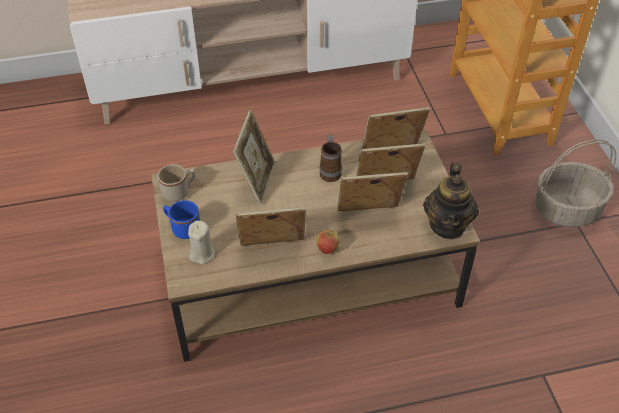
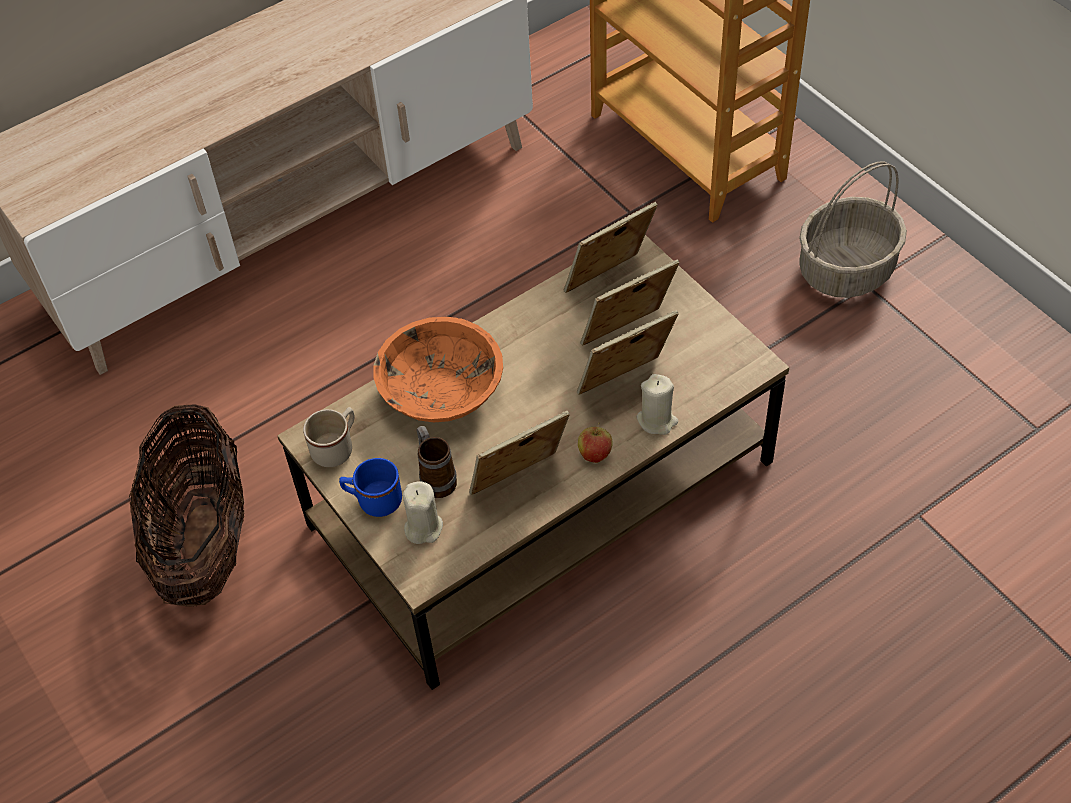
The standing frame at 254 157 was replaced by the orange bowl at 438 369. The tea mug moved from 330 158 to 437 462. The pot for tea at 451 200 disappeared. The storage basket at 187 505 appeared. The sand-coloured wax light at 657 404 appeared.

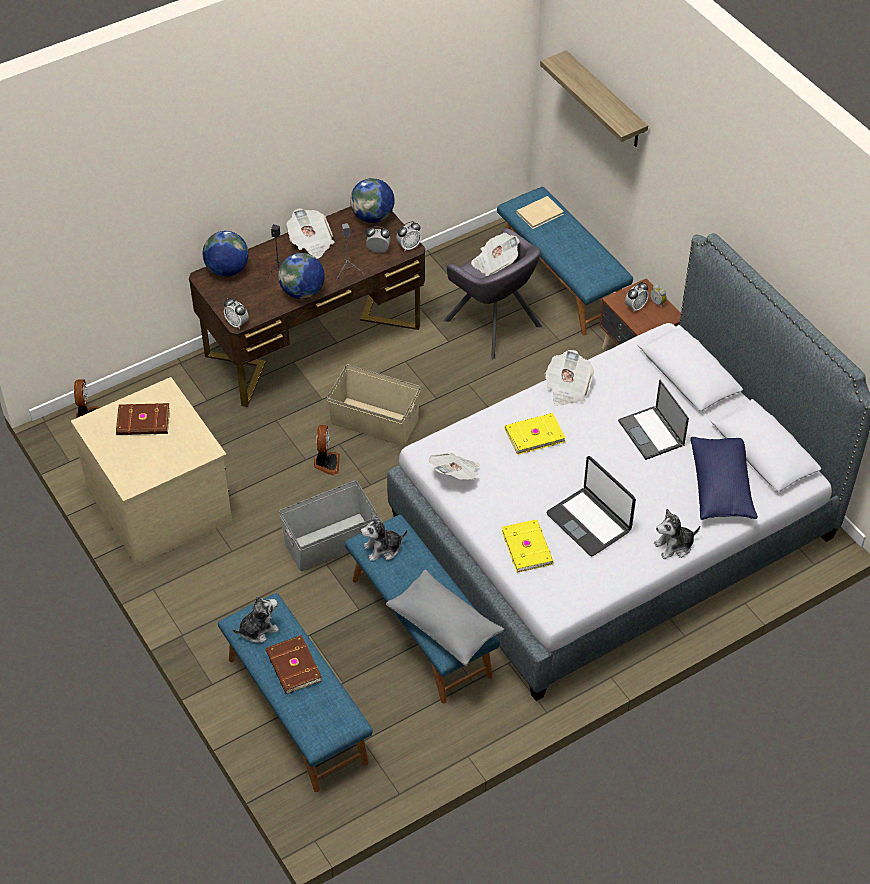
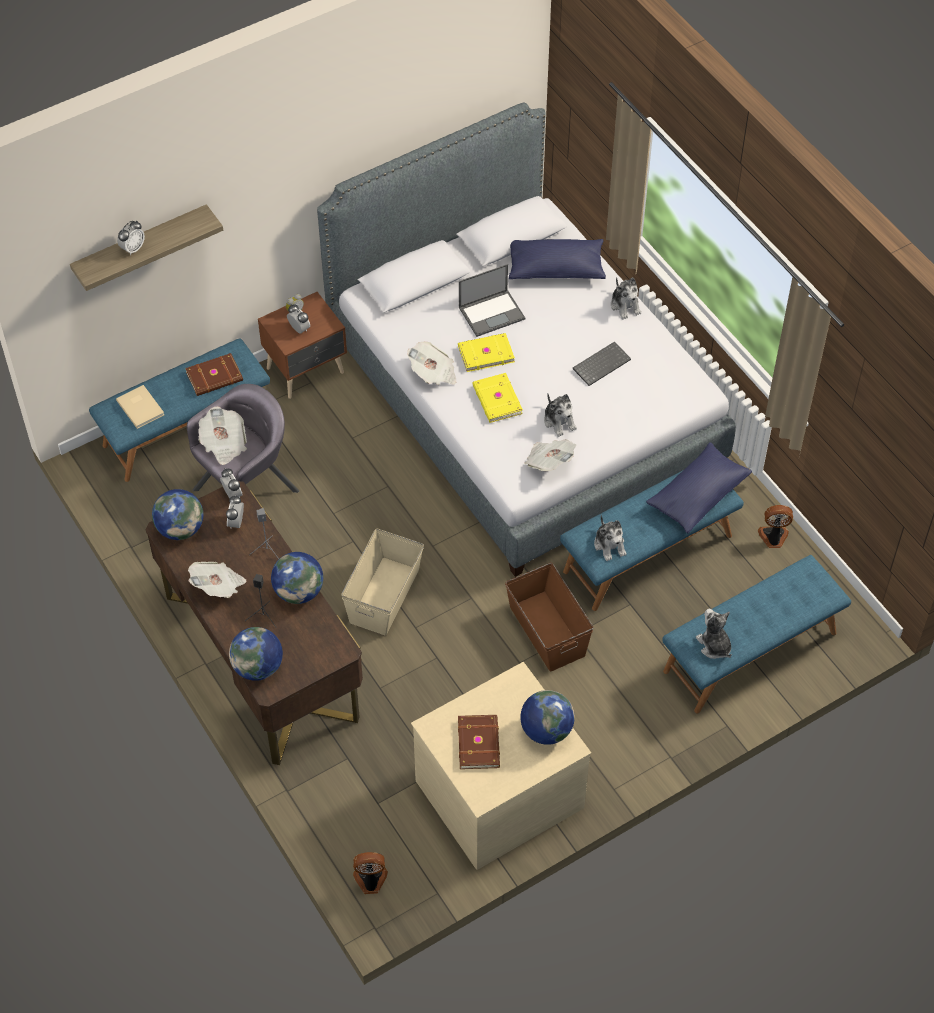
The table clock moved from 236 313 to 131 238. The brown-coloured volume moved from 294 664 to 214 374. The grey storage container at 329 525 became the brown-coloured storage container at 549 617. The fan moved from 327 450 to 775 526. The grey cushion at 445 617 became the bluish cushion at 699 487. The yellow volume moved from 528 546 to 486 352. The notebook computer at 591 506 was replaced by the computer keyboard at 601 363. The globe at 547 717 appeared. The cuddly toy at 560 415 appeared.

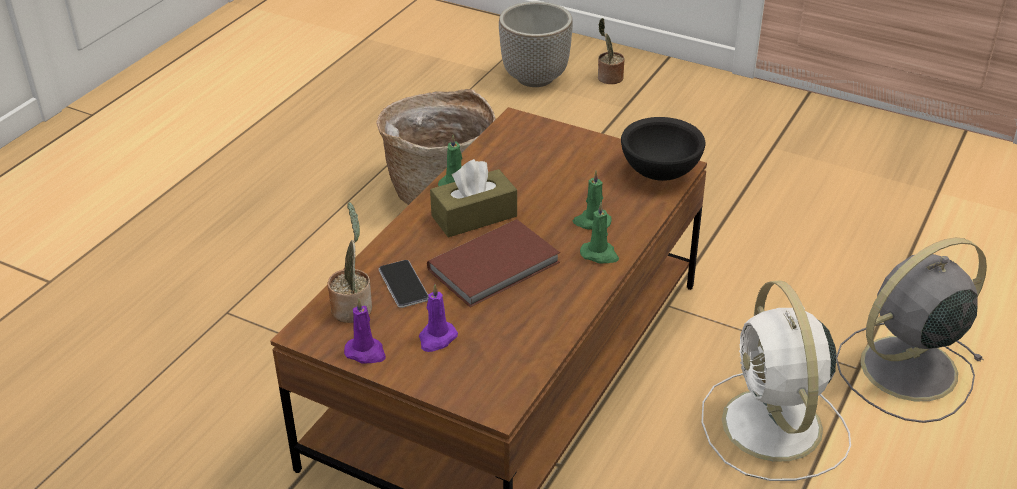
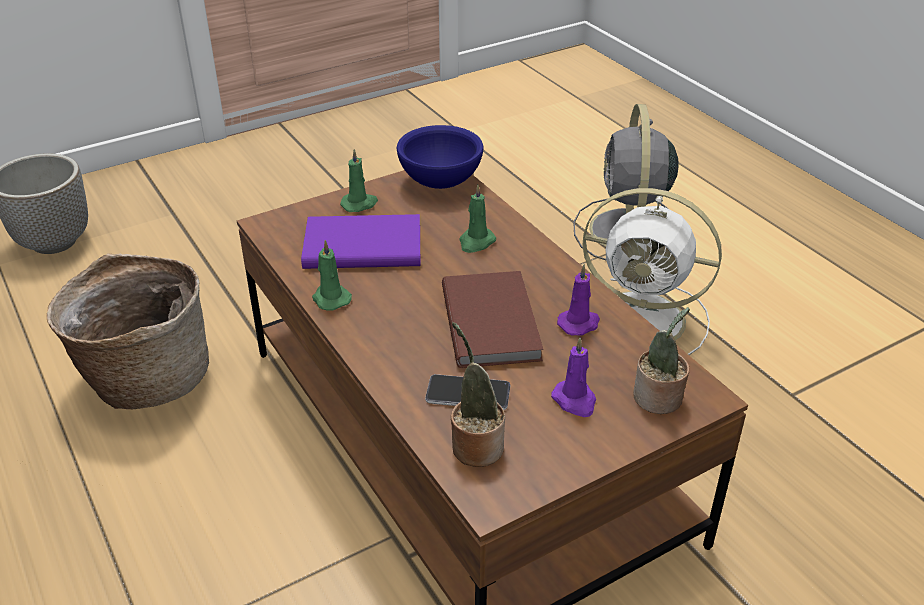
The purple-coloured wax light moved from 365 331 to 578 299. The brown-coloured tissue box at 473 198 disappeared. The green-coloured wax light moved from 599 233 to 359 180. The potted plant moved from 611 51 to 661 360. The blackish bowl at 663 149 became the bluish bowl at 440 157. The purple-coloured volume at 360 241 appeared.

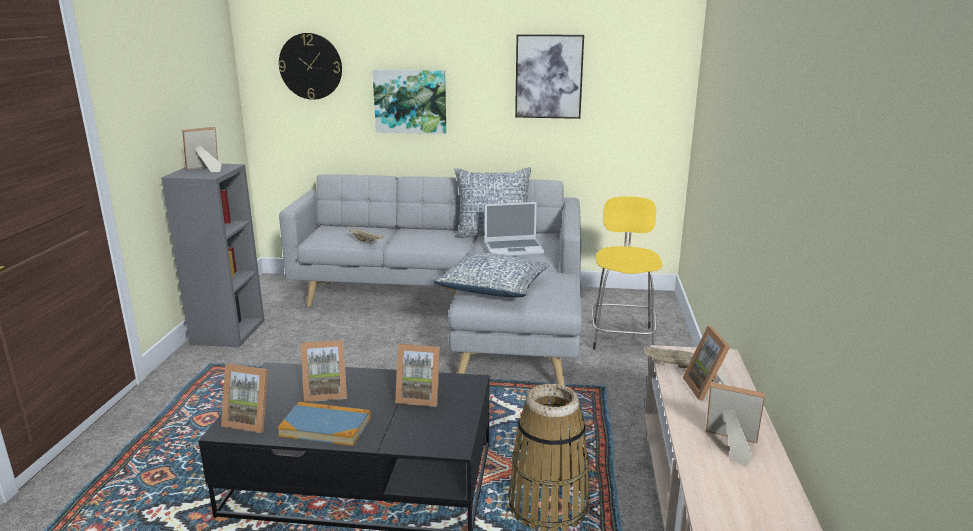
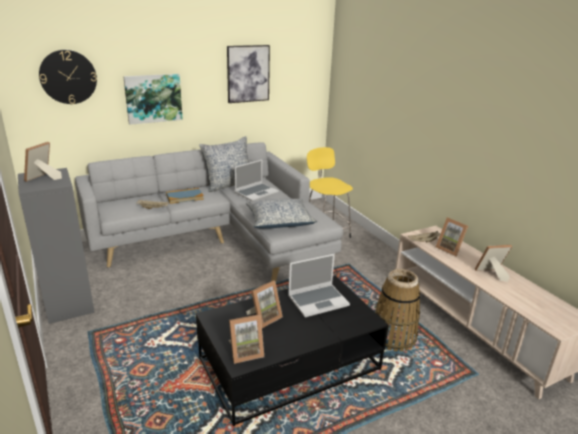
The volume moved from 324 424 to 185 196. The standing frame at 417 375 was replaced by the notebook computer at 319 285.

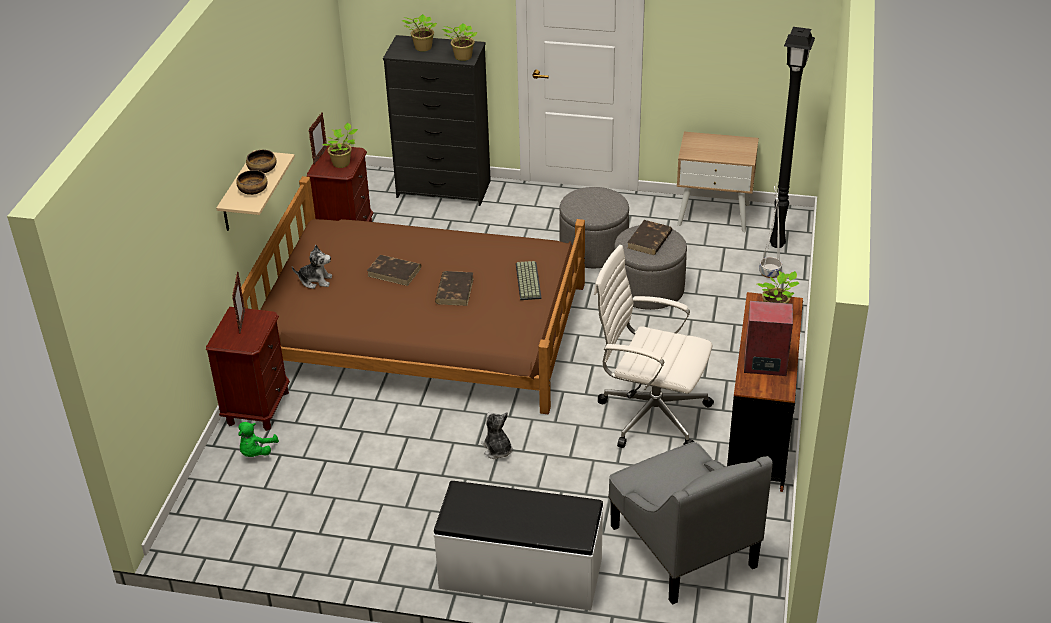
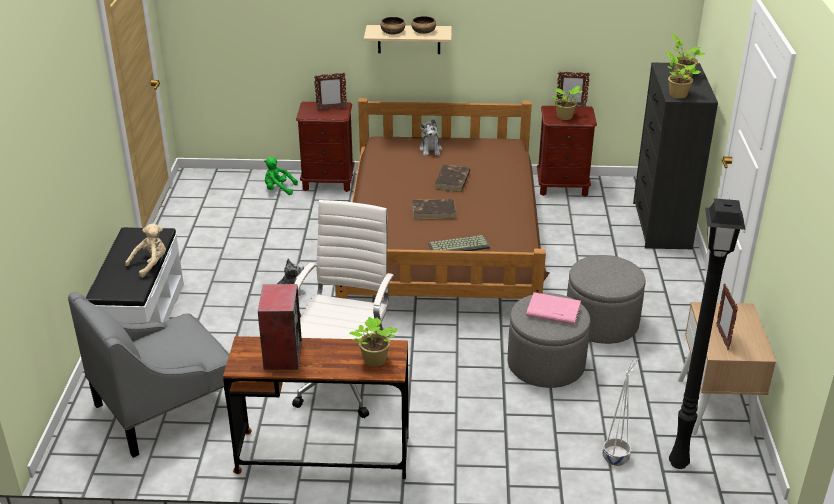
The brown-coloured volume at 649 237 became the pink-coloured volume at 553 308. The sand-coloured cuddly toy at 145 250 appeared. The standing frame at 727 317 appeared.

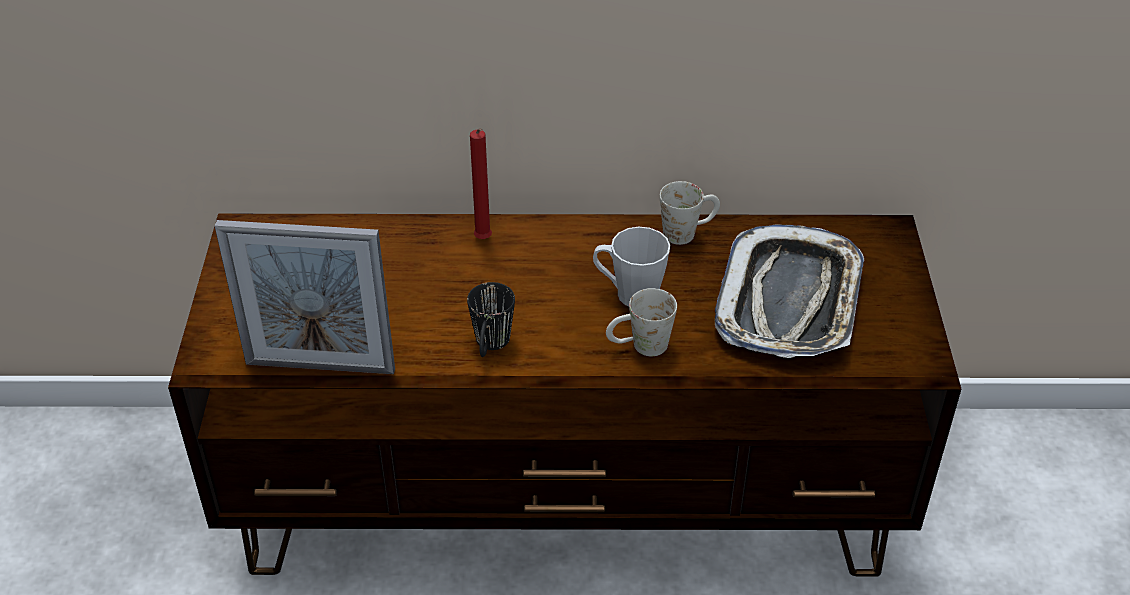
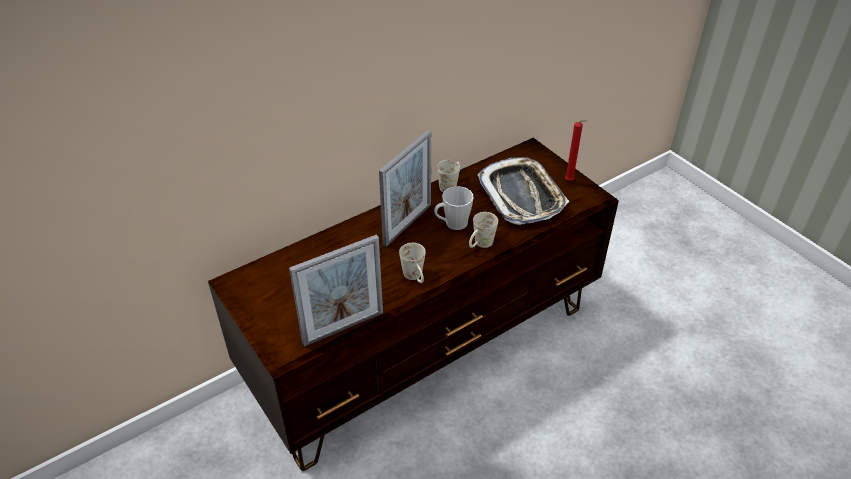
The blackish tea mug at 491 319 became the whitish tea mug at 412 263. The red wax light moved from 481 183 to 576 150. The standing frame at 405 188 appeared.

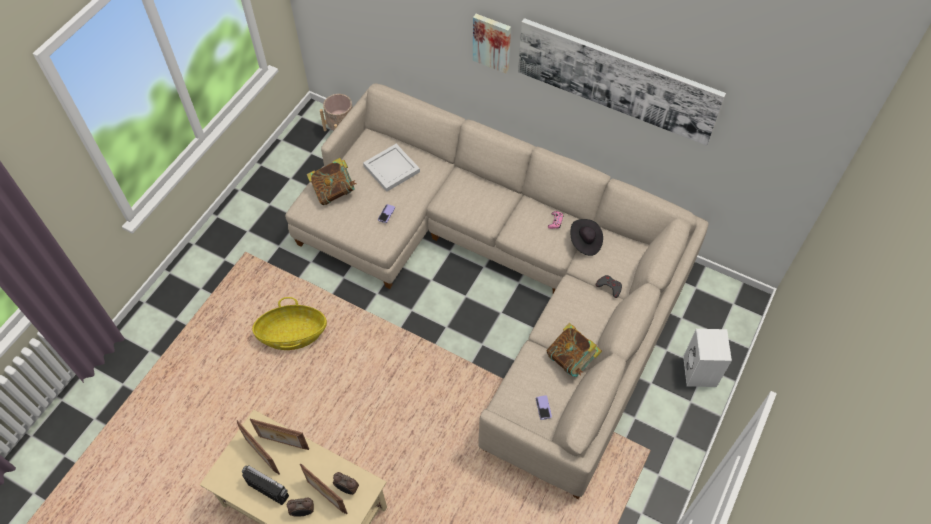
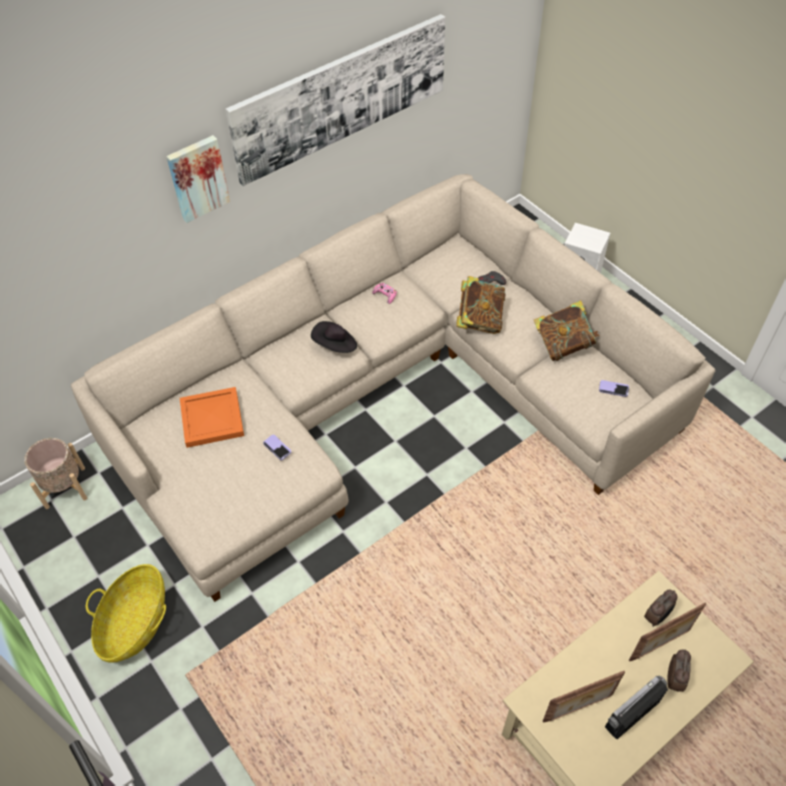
The standing frame at 279 434 disappeared. The storage basket moved from 289 323 to 126 613. The volume moved from 331 181 to 480 305. The whitish serving tray at 391 168 became the orange serving tray at 212 417. The blackish hat moved from 587 237 to 334 337.

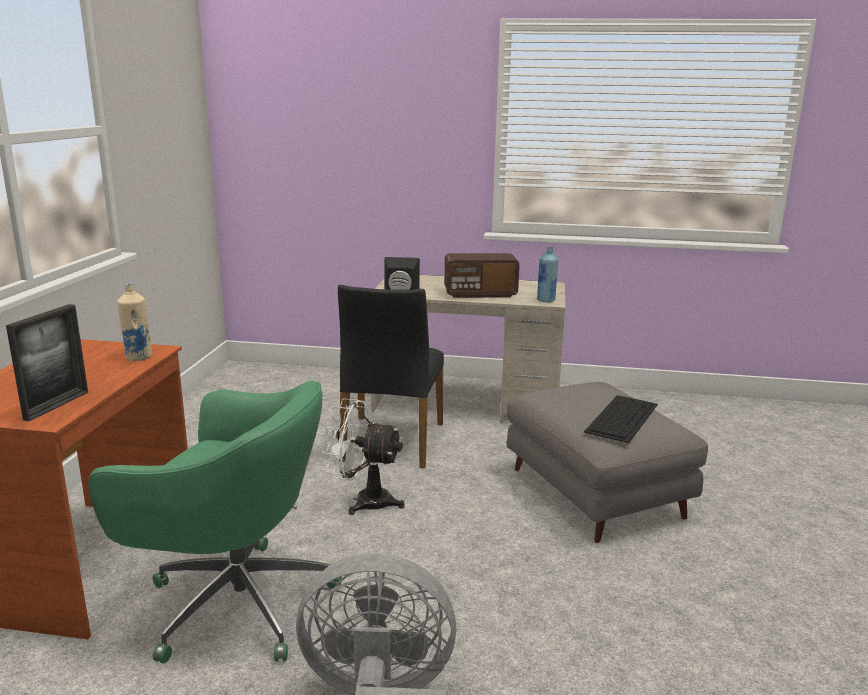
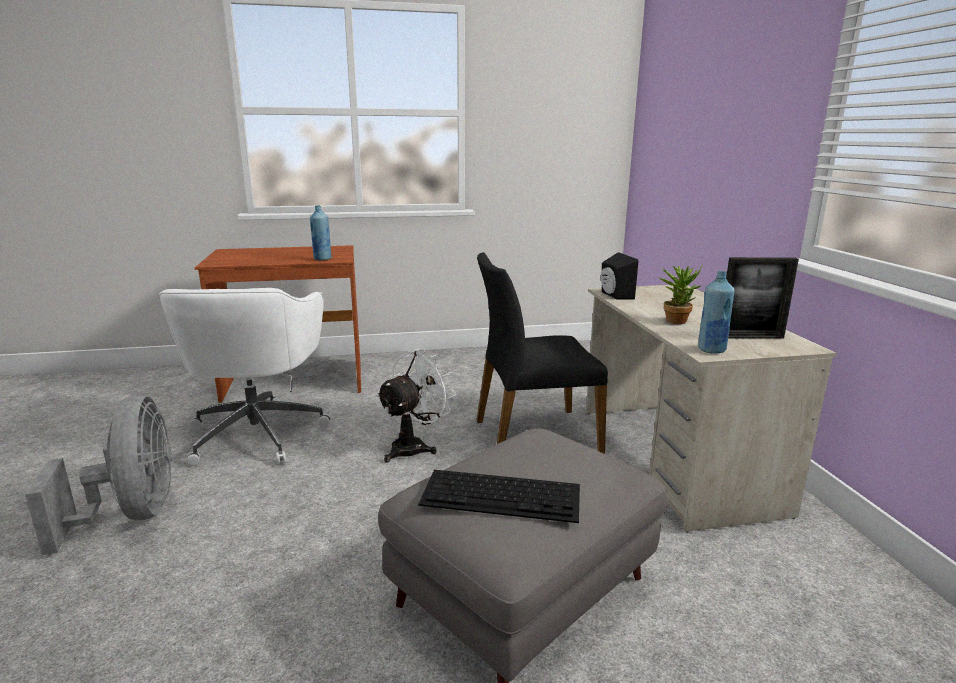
The standing frame moved from 47 362 to 762 298. The green-coloured computer chair at 215 522 became the whitish computer chair at 245 377. The sand-coloured beverage bottle at 134 322 became the bluish beverage bottle at 321 233. The whitish fan at 364 456 turned 45 degrees clockwise. The radio at 482 275 was replaced by the potted plant at 681 294.

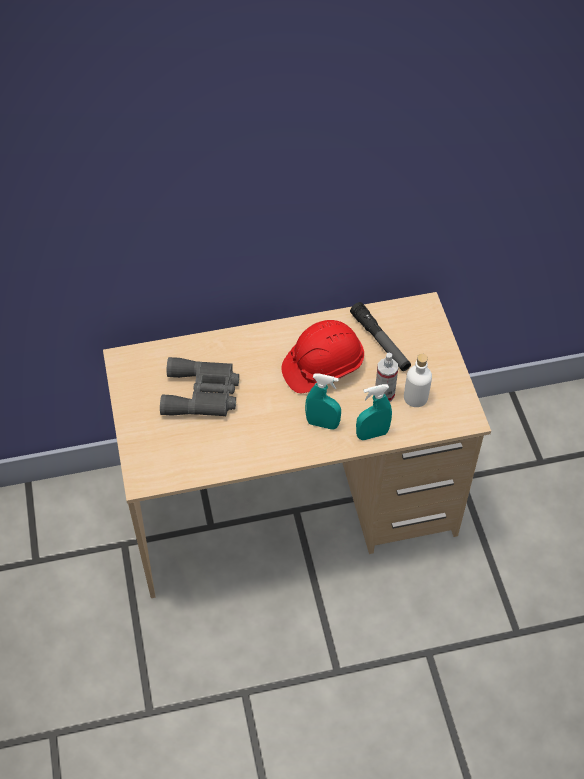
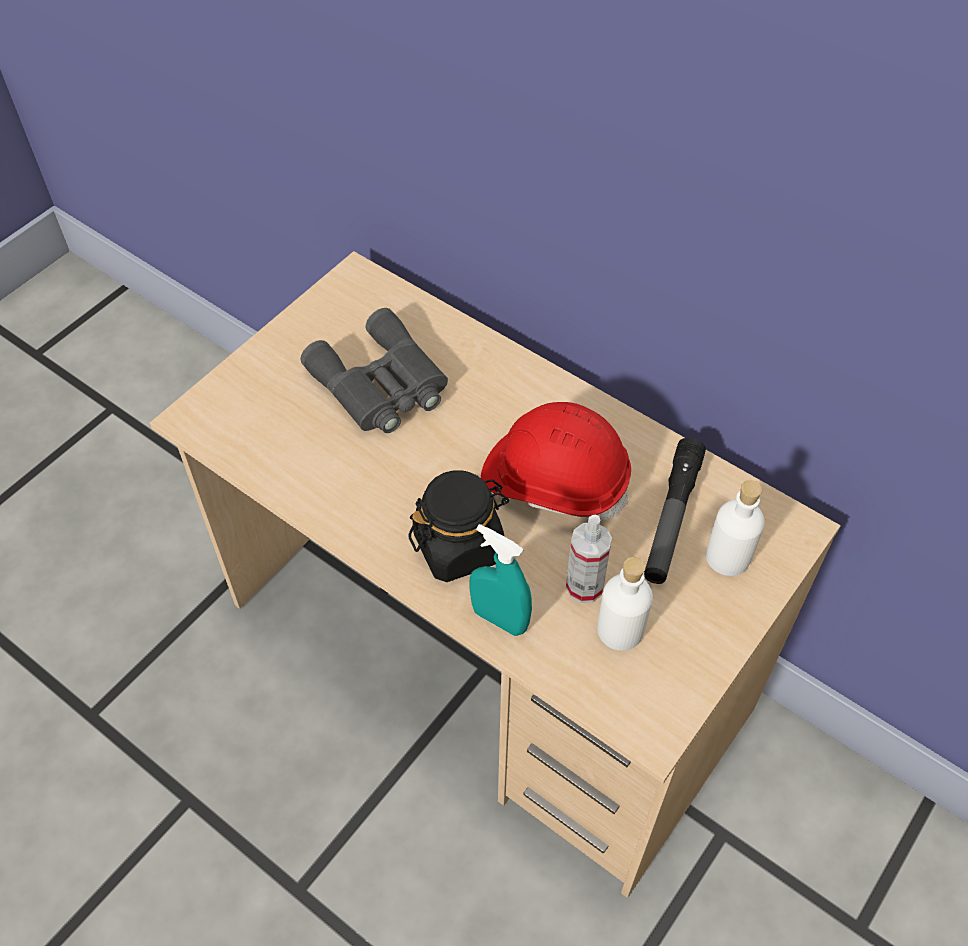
The turquoise sprayer at 323 401 was replaced by the blackish storage jar at 458 526. The whitish beverage bottle at 735 528 appeared.

